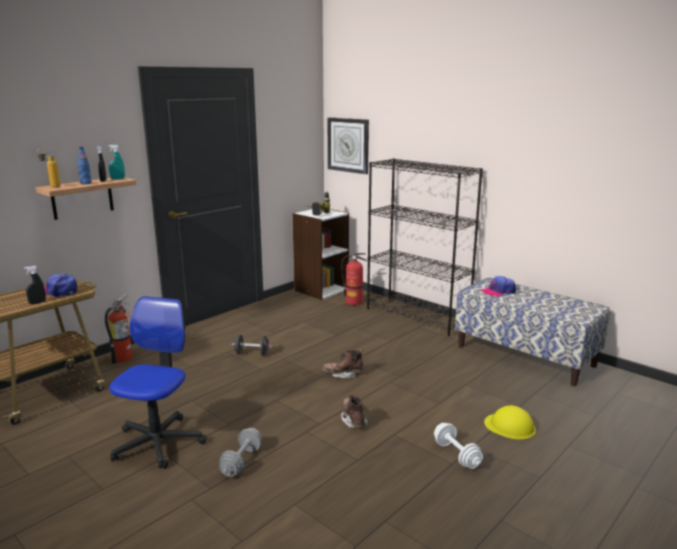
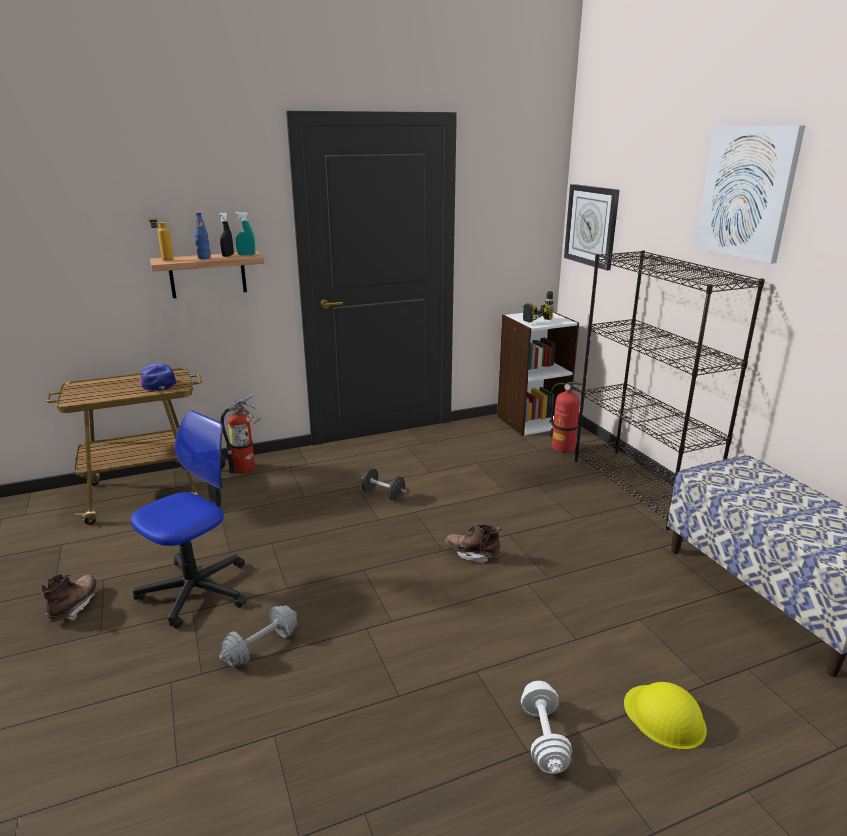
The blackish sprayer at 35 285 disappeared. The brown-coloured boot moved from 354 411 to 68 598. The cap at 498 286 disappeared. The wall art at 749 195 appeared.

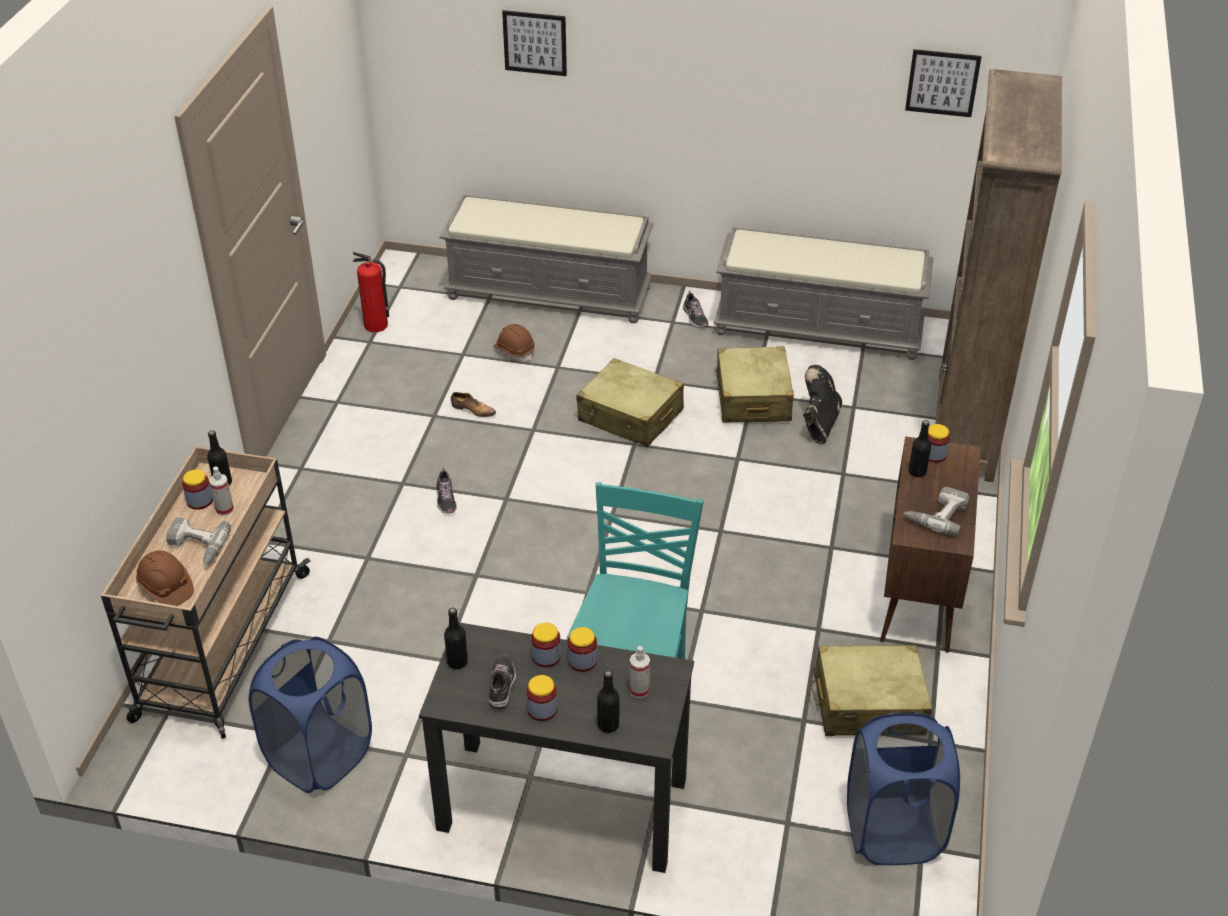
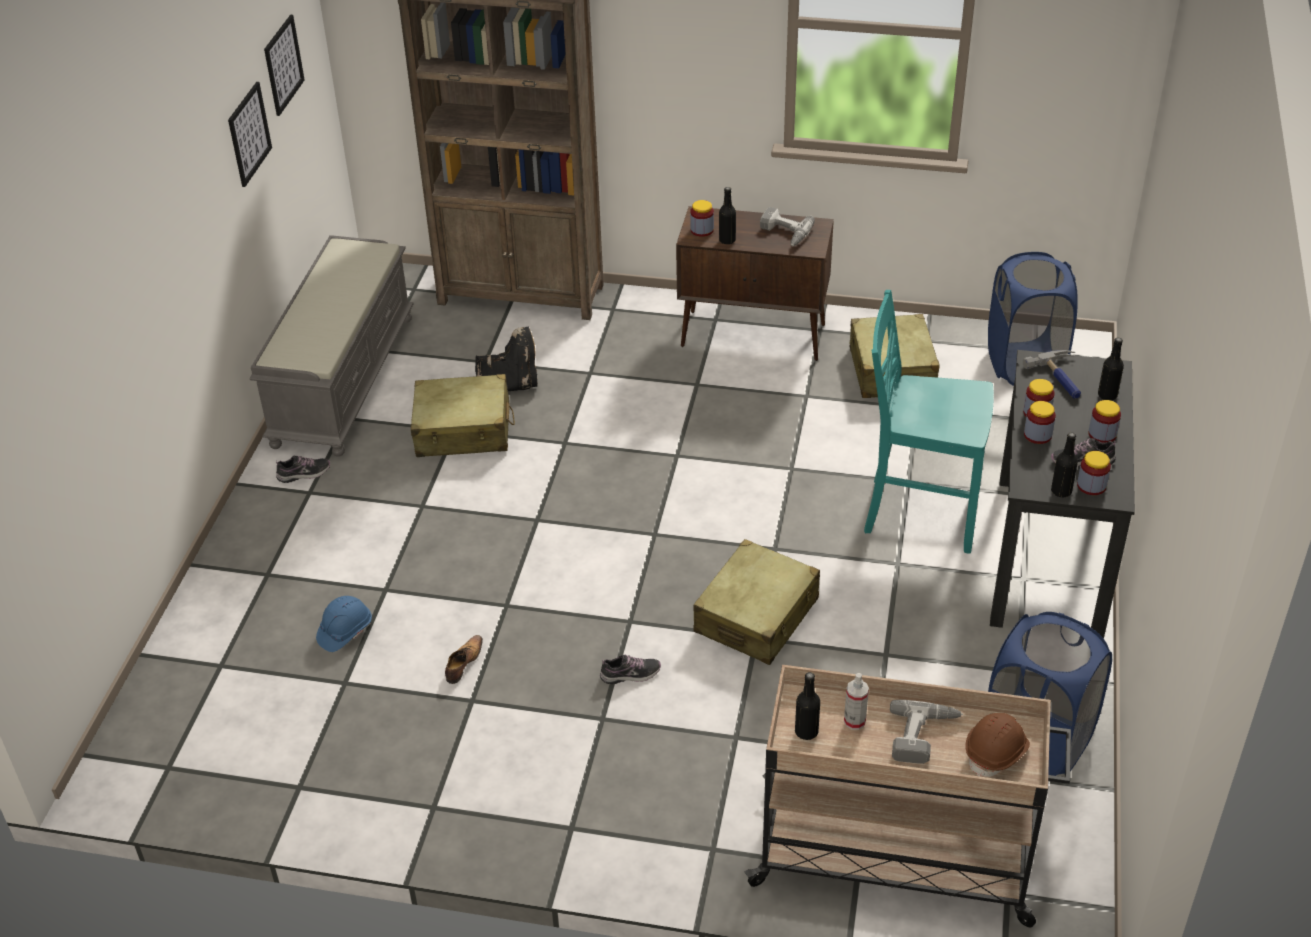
The storage jar moved from 197 489 to 1094 473. The extinguisher at 371 292 disappeared. The grey long seat at 546 259 disappeared. The brown-coloured hard hat at 514 343 became the bluish hard hat at 344 624. The wall art moved from 534 43 to 250 134. The sand-coloured travel case moved from 630 402 to 756 602. The sprayer at 639 672 was replaced by the hand hammer at 1052 374. The blackish boot at 822 404 turned 150 degrees clockwise.

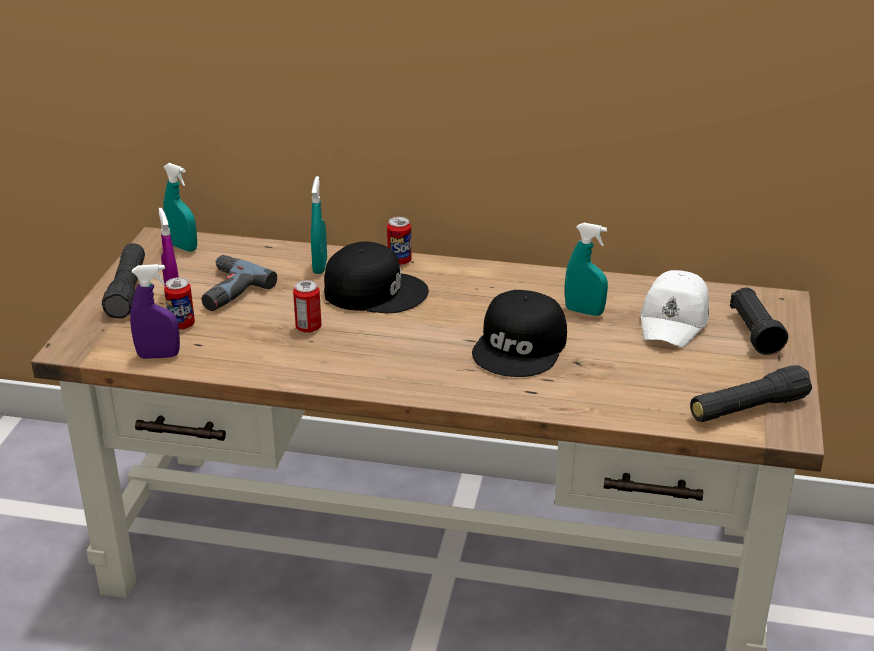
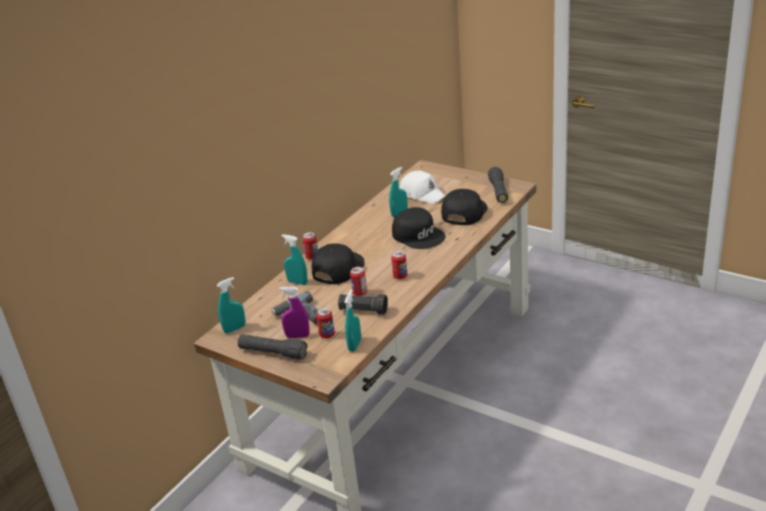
The purple-coloured sprayer at 155 311 became the turquoise sprayer at 352 321. The blackish torch moved from 759 321 to 363 304. The sealed can at 399 265 appeared. The blackish cap at 464 207 appeared.

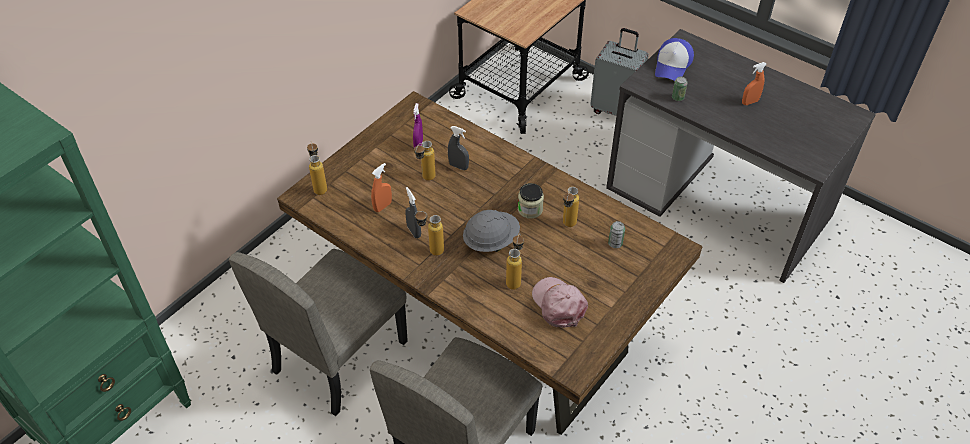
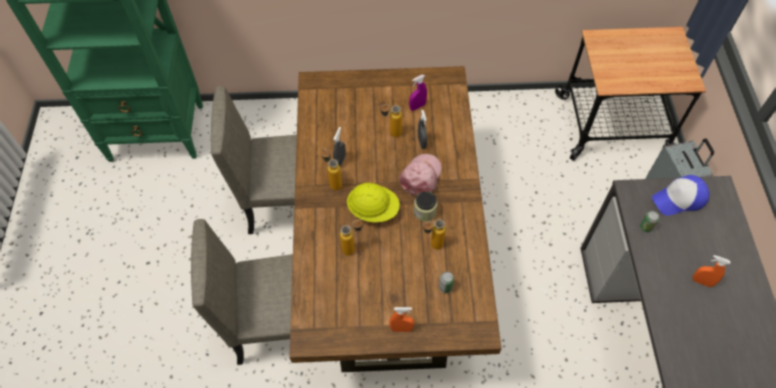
The beverage bottle at 317 168 disappeared. The orange sprayer moved from 381 187 to 401 319. The grey hard hat at 491 231 became the yellow hard hat at 373 202. The pink-coloured cap moved from 560 302 to 420 175.

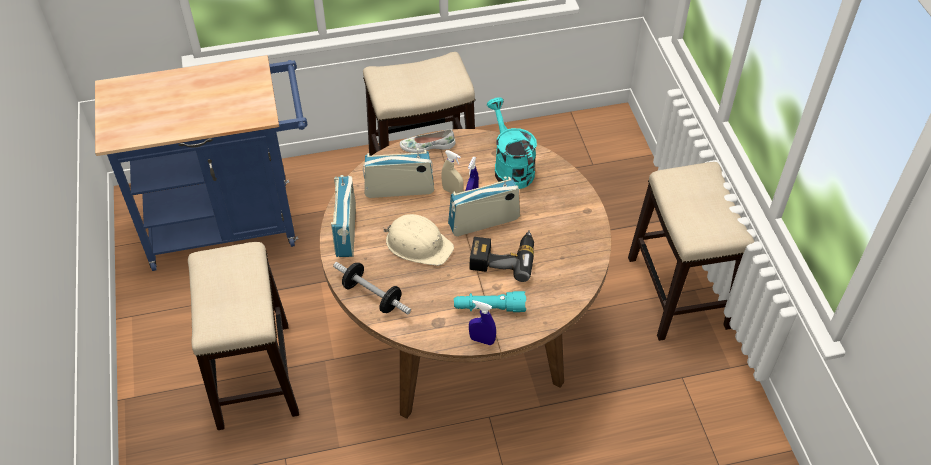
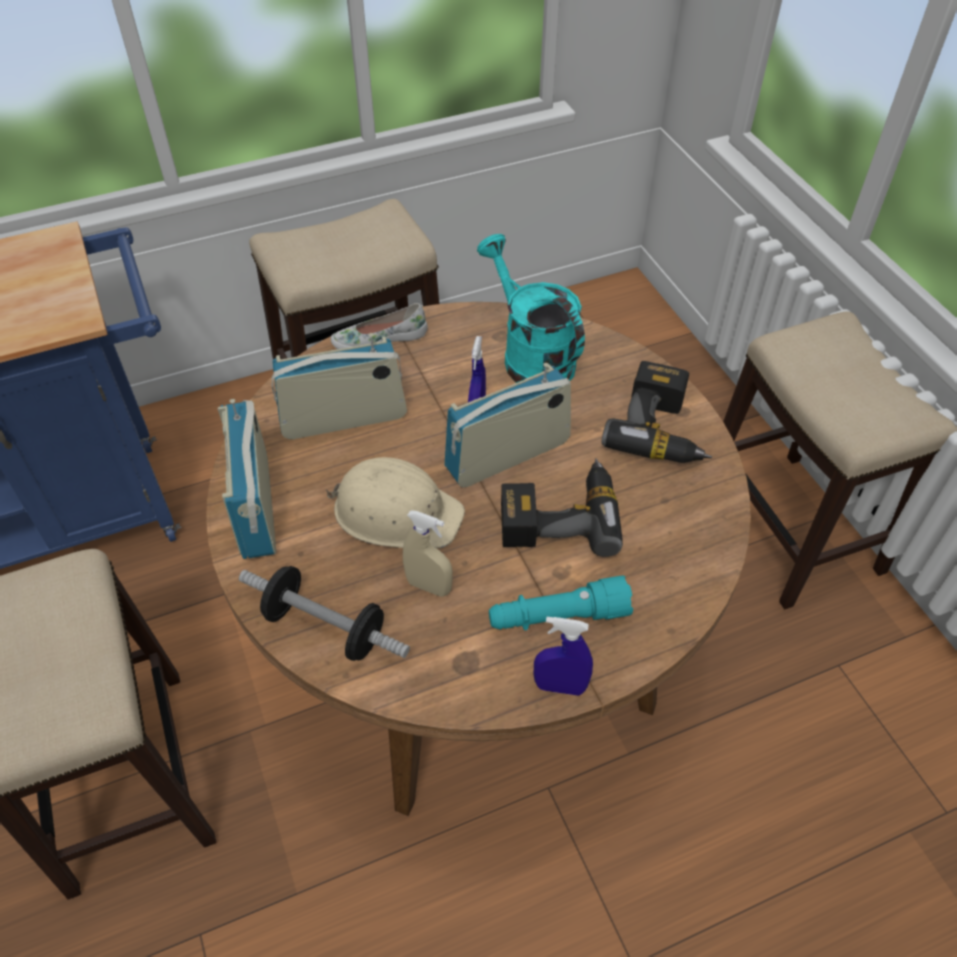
The sand-coloured sprayer moved from 452 172 to 428 554. The power drill at 656 412 appeared.

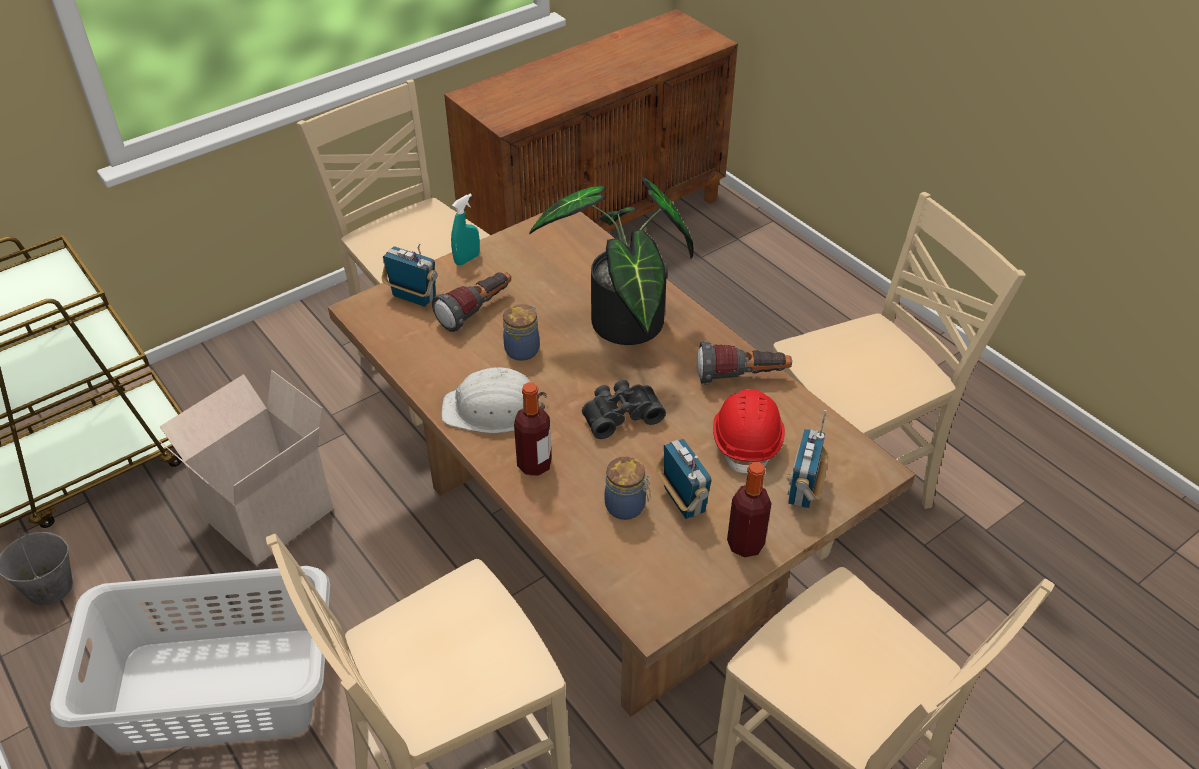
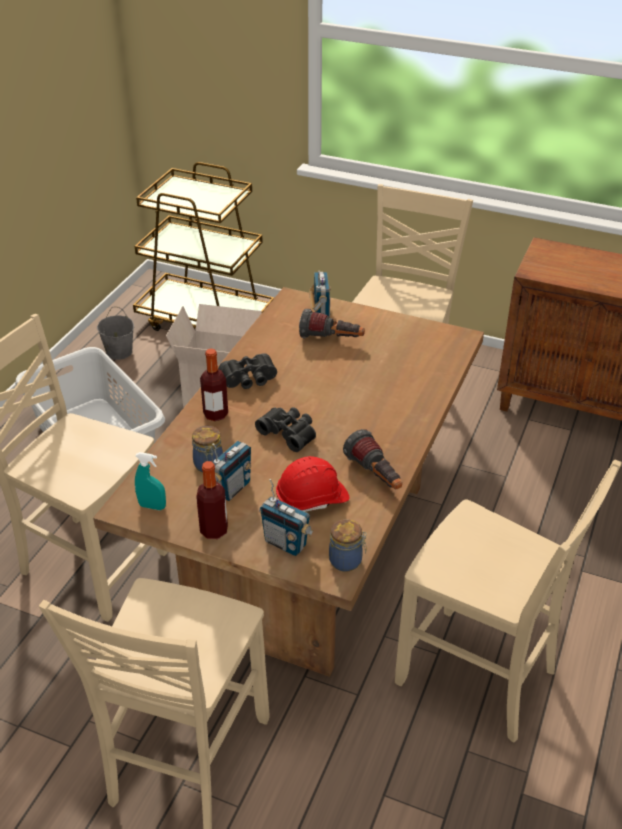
The whitish hard hat at 494 400 was replaced by the blackish binoculars at 247 371. The turquoise sprayer moved from 465 230 to 150 481. The storage jar moved from 521 332 to 348 545. The potted plant at 611 261 disappeared. The radio at 807 459 turned 135 degrees counterclockwise.

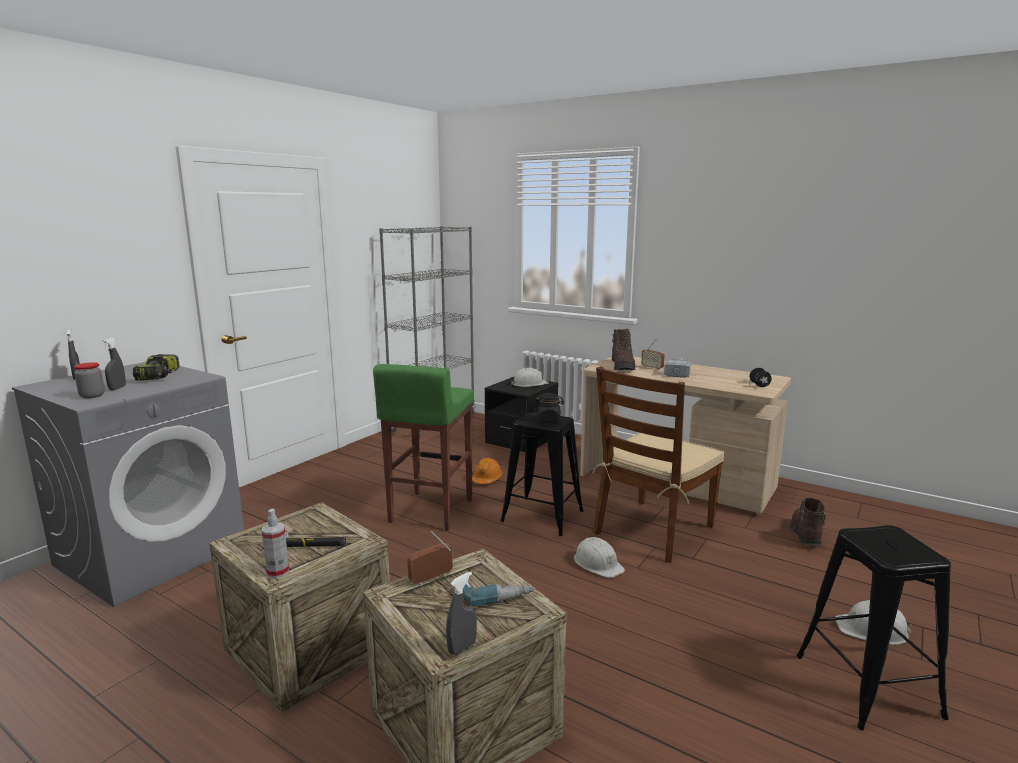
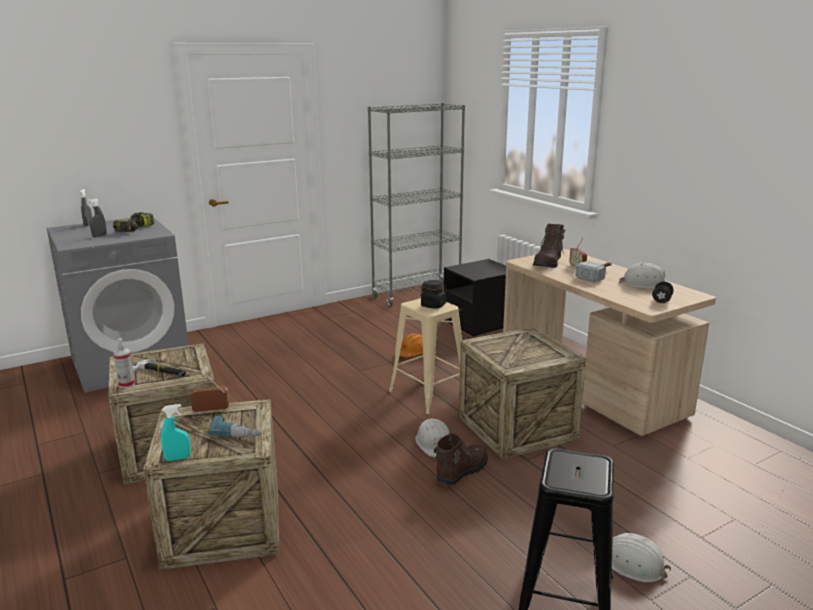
The storage jar at 89 380 disappeared. The green-coloured sitting stool at 423 447 disappeared. The grey sprayer at 461 613 became the turquoise sprayer at 175 432. The blackish sitting stool at 541 474 became the sand-coloured sitting stool at 425 356. The whitish hard hat moved from 530 377 to 646 276. The brown-coloured chair at 658 464 was replaced by the shipping crate at 522 393. The brown-coloured boot moved from 808 522 to 461 459.

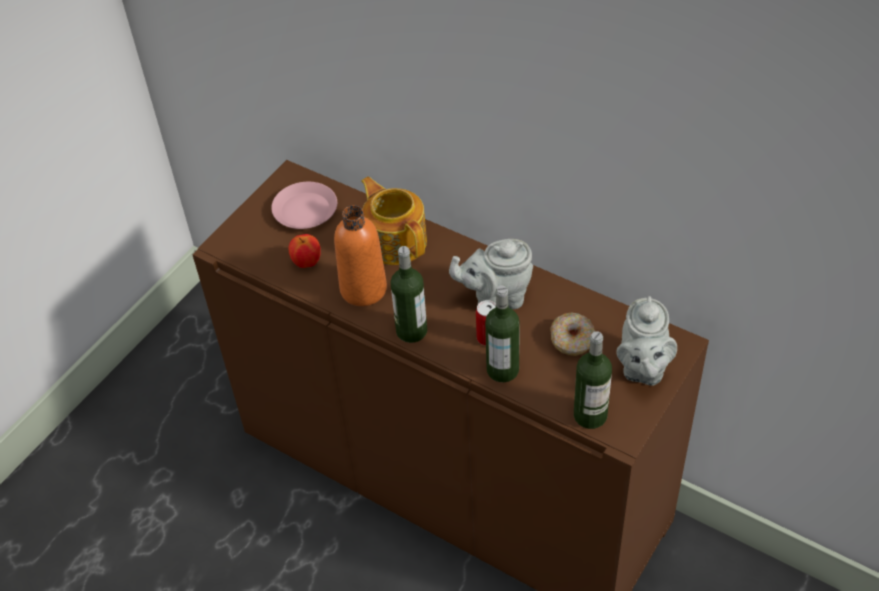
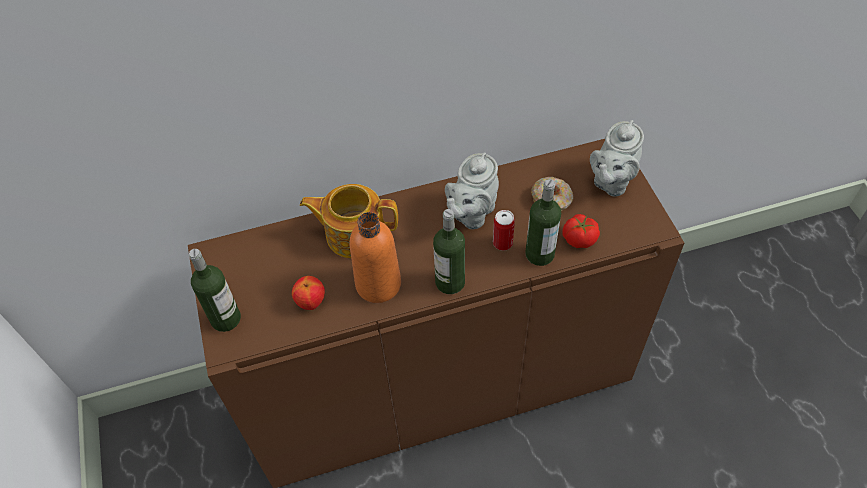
The pink-coloured plate at 304 205 disappeared. The beverage bottle moved from 593 380 to 215 290. The grey pot for tea at 646 341 turned 75 degrees clockwise. The fresh tomato at 581 231 appeared.

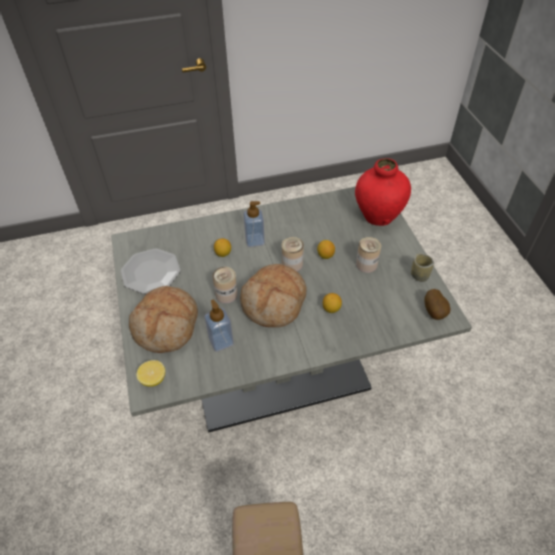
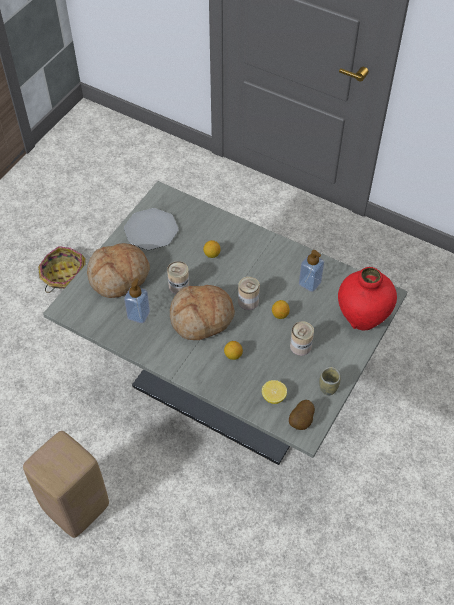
The lemon moved from 150 373 to 274 392. The liquid soap bottle moved from 254 224 to 311 271. The storage basket at 62 269 appeared.

